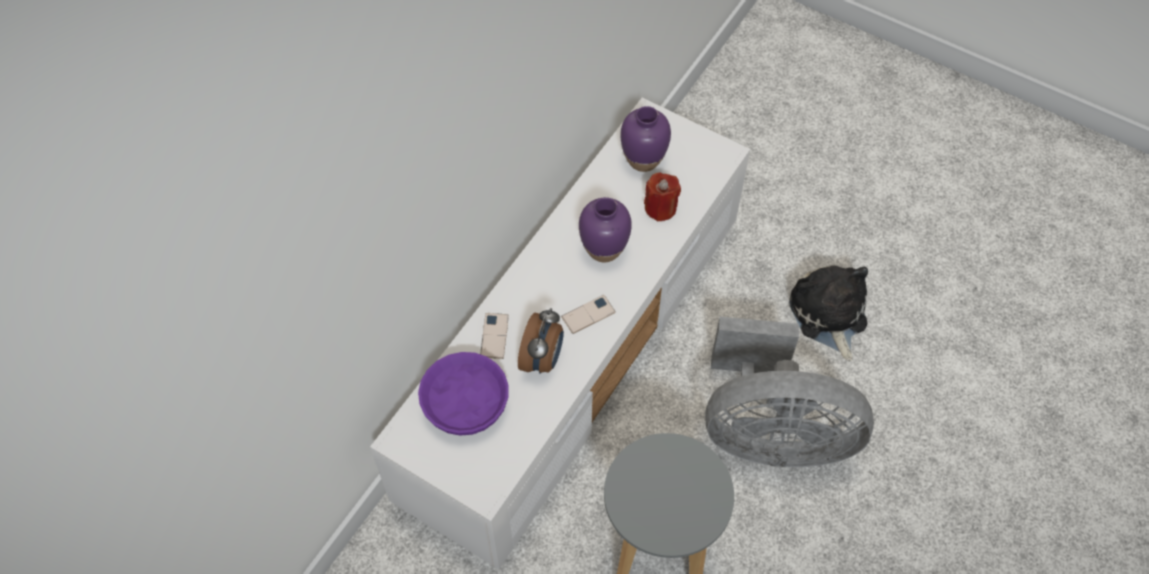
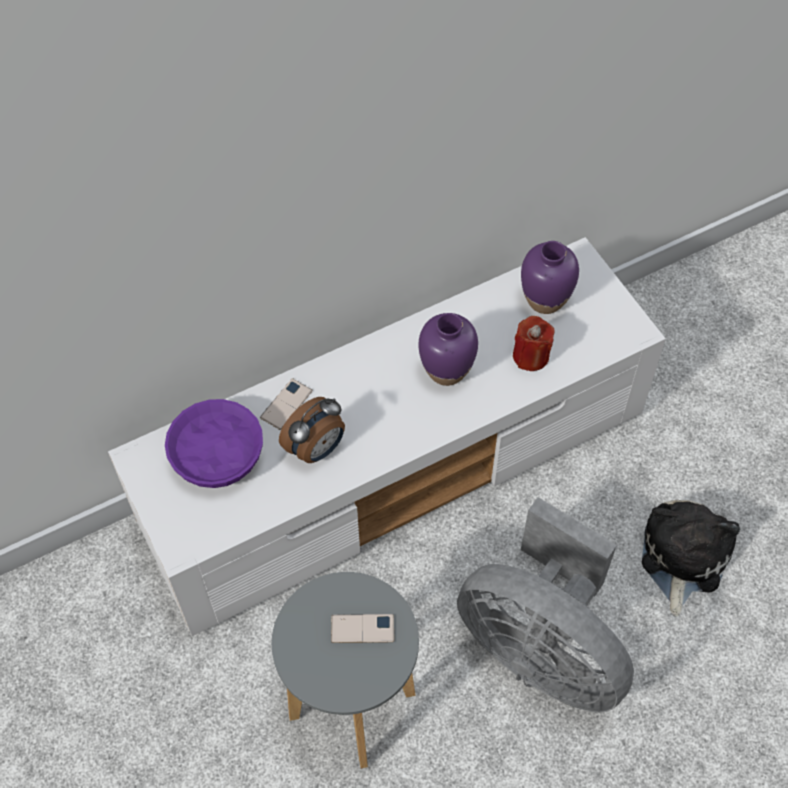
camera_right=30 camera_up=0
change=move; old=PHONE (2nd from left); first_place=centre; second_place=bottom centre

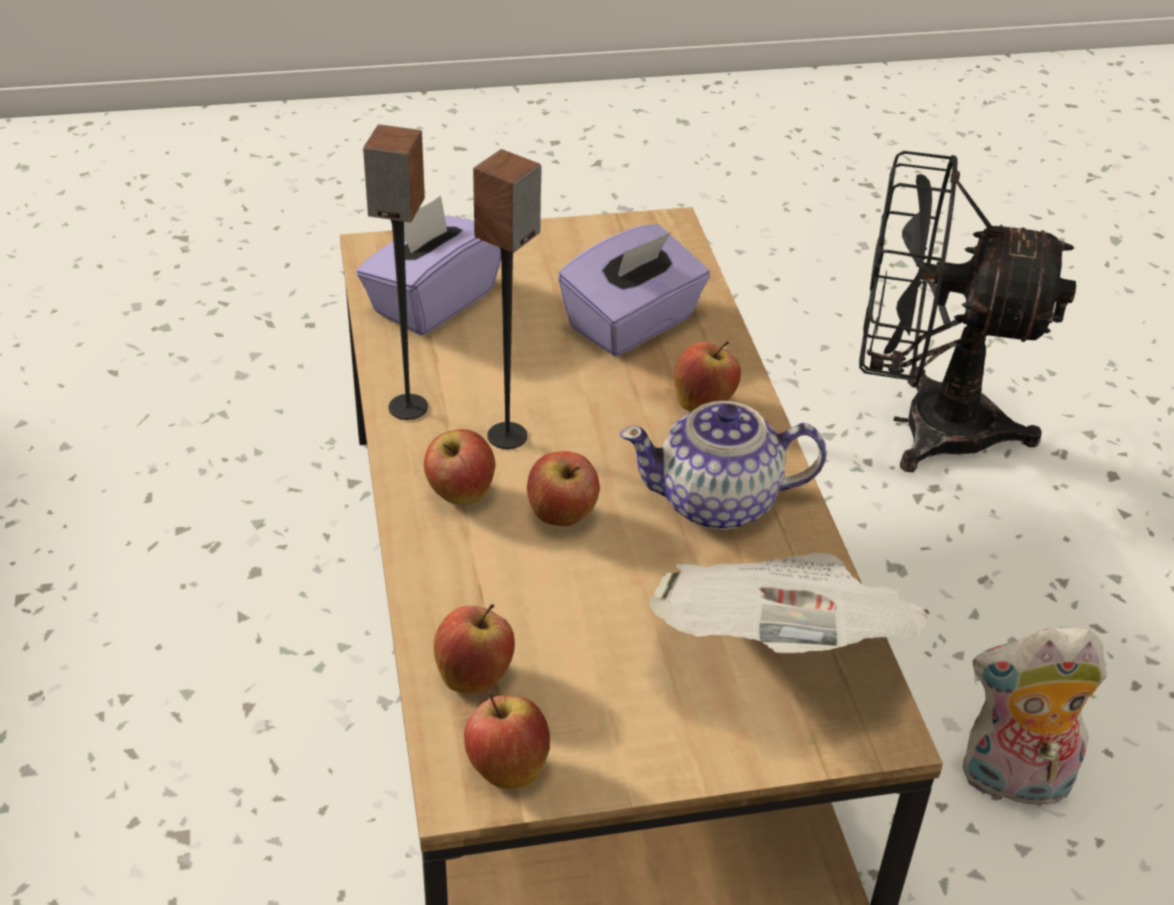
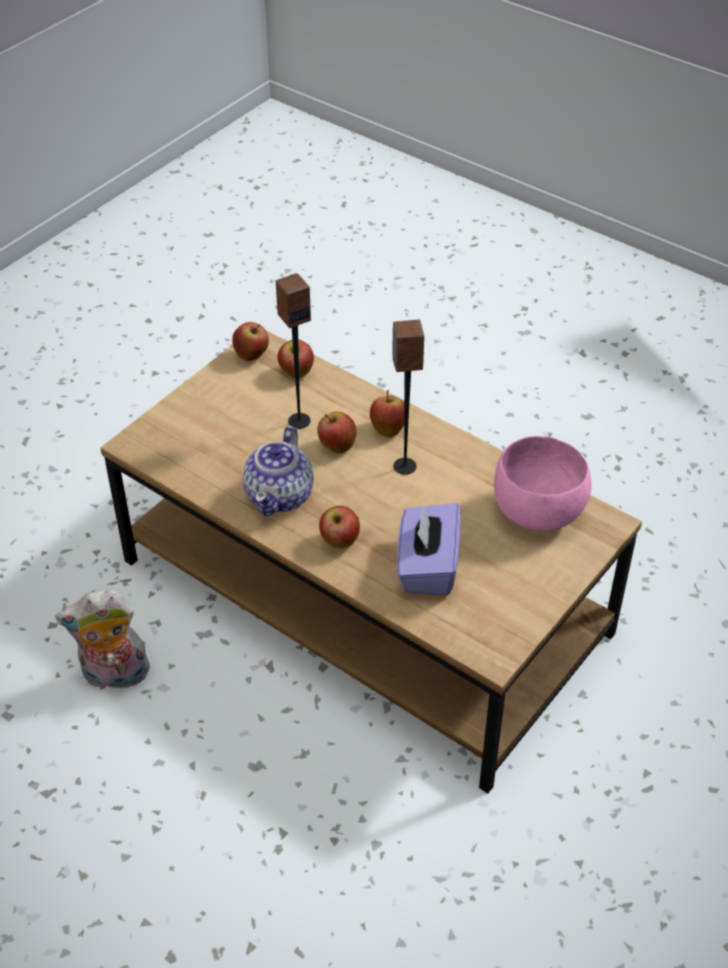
camera_right=140 camera_up=5
change=rotate; old=PLUSH TOY; first_place=bottom right; second_place=middle left; degrees=-150
change=rotate; old=TEAPOT; first_place=centre; second_place=centre; degrees=150
change=move; old=SPEAKER (1st from left); first_place=top centre; second_place=centre
change=replace; old=PURPLE TISSUE BOX (1st from left); new=PINK BOWL; first_place=top centre; second_place=middle right
change=delete; old=NEWSPAPER; first_place=middle right
change=delete; old=BLACK FAN; first_place=middle right

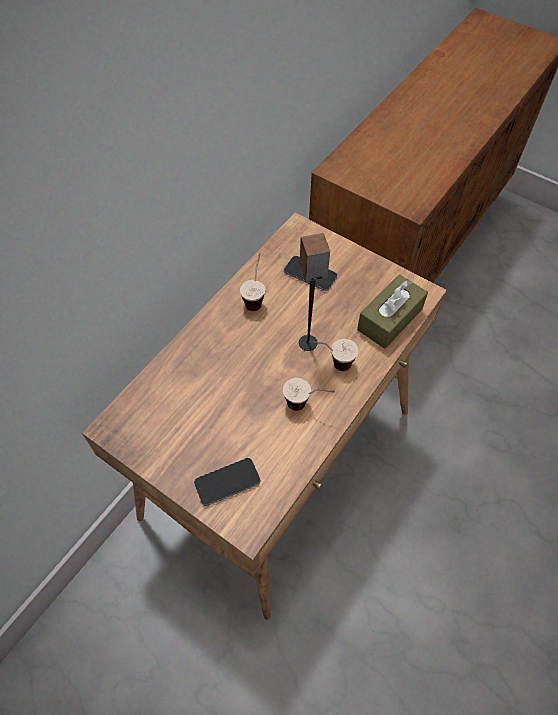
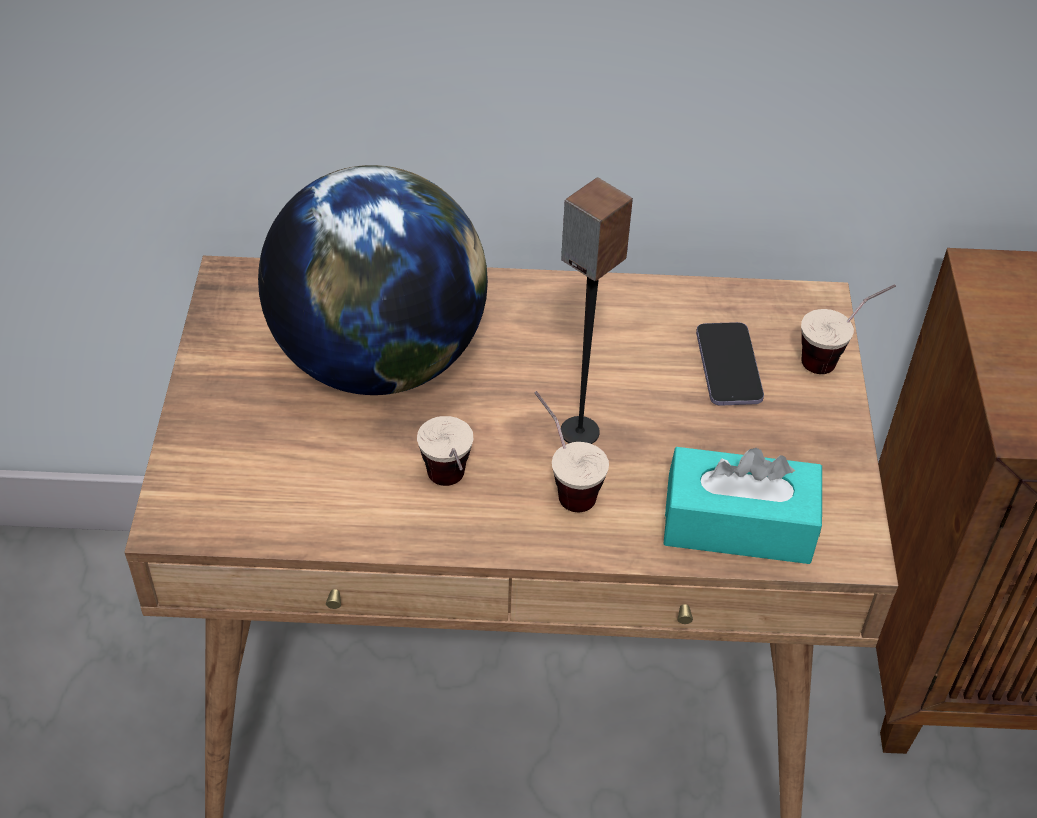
camera_right=55 camera_up=-10
change=insert; new=GLOBE; second_place=centre
change=recolor; old=BROWN TISSUE BOX; new=TURQUOISE TISSUE BOX; first_place=middle right; second_place=middle right
change=move; old=CUP (1st from left in the first image); new=CUP (3rd from left); first_place=centre; second_place=middle right
change=delete; old=PHONE (1st from left); first_place=bottom centre

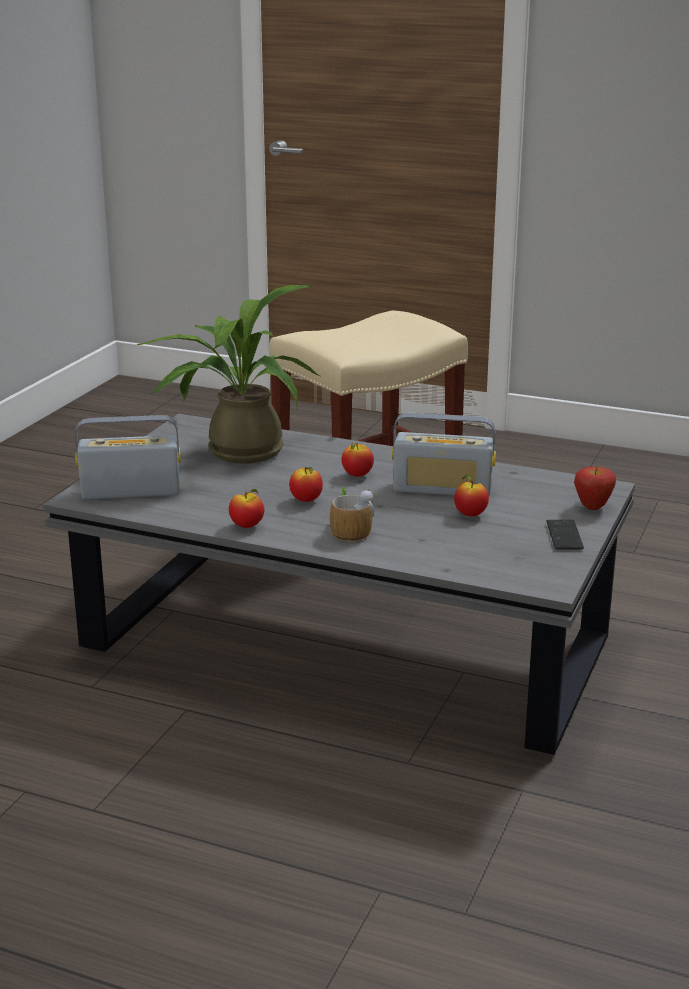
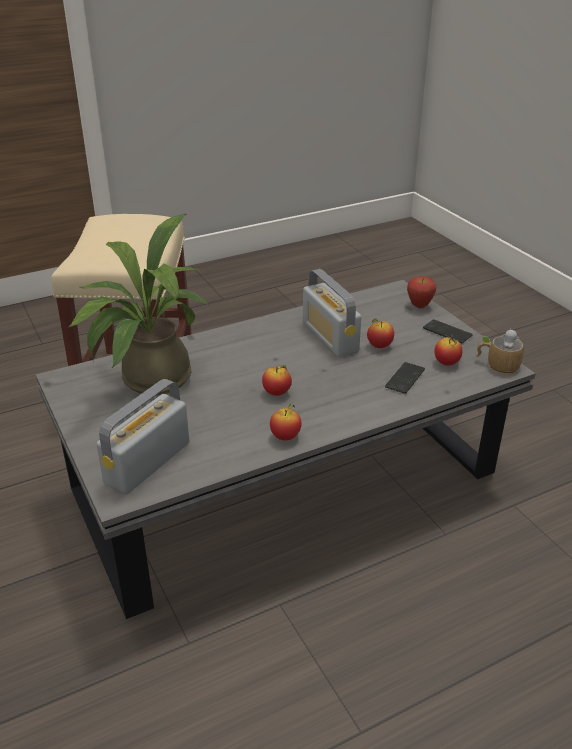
camera_right=-50 camera_up=10
change=rotate; old=RADIO (2nd from left); first_place=centre; second_place=centre; degrees=105
change=insert; new=PHONE (1st from left); second_place=middle right
change=move; old=APPLE (3rd from left in the first image); new=APPLE (5th from left); first_place=centre; second_place=middle right
change=move; old=MUG; first_place=centre; second_place=middle right

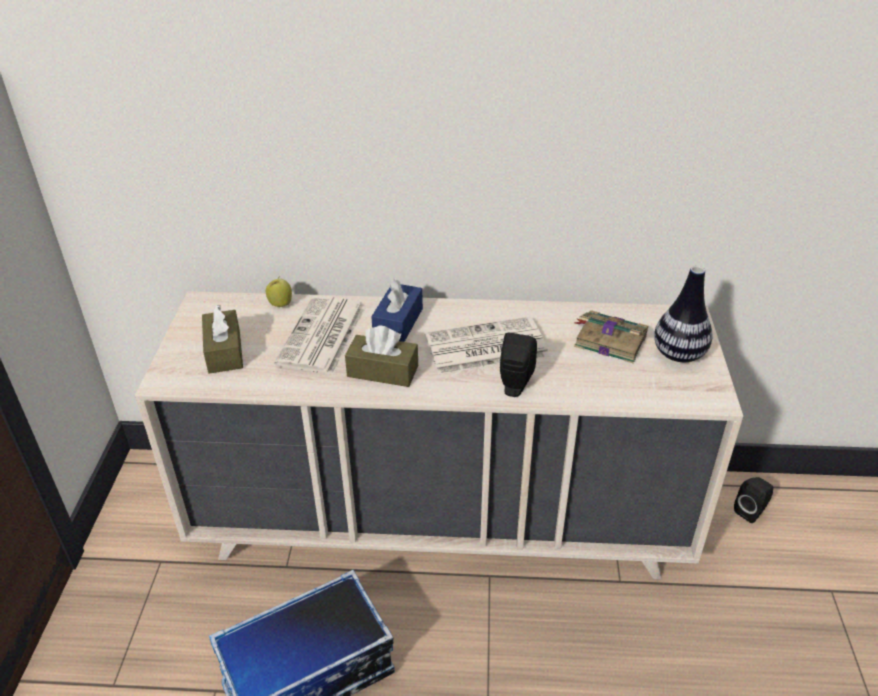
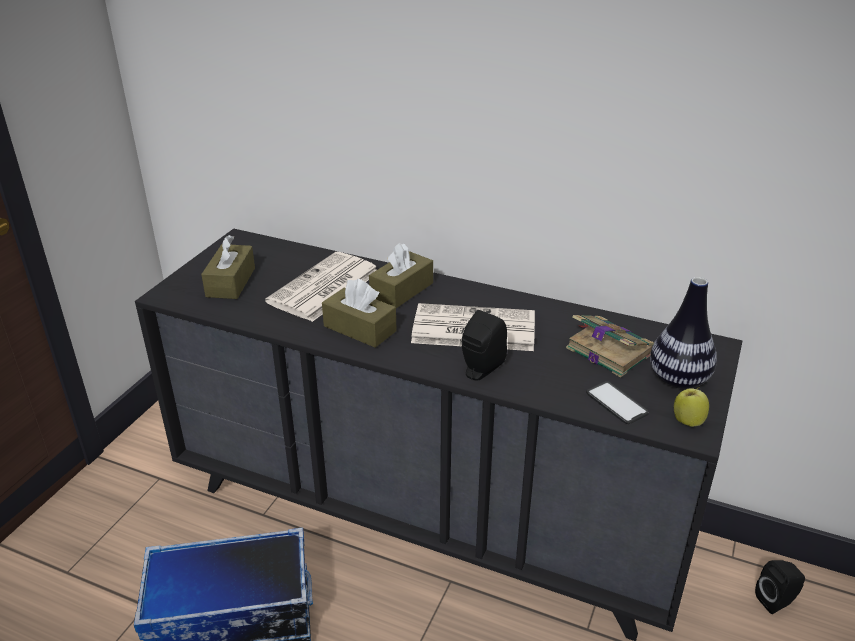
camera_right=20 camera_up=-5
change=recolor; old=BEIGE DRESSER; new=BLACK DRESSER; first_place=centre; second_place=bottom centre
change=recolor; old=BLUE TISSUE BOX; new=BROWN TISSUE BOX (3rd from left); first_place=centre; second_place=centre
change=insert; new=PHONE; second_place=middle right
change=move; old=APPLE; first_place=middle left; second_place=middle right

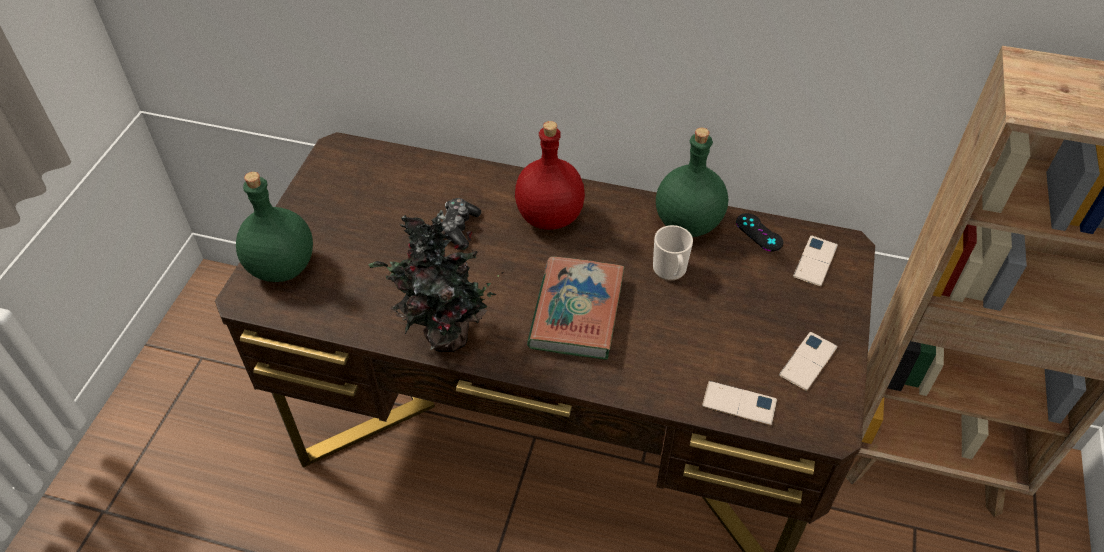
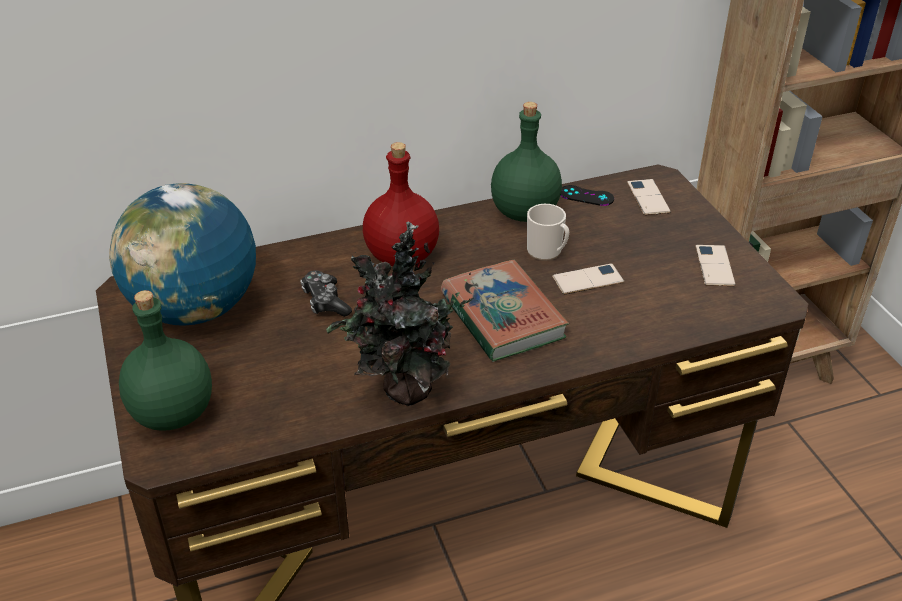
camera_right=-35 camera_up=-10
change=insert; new=GLOBE; second_place=middle left
change=move; old=PHONE (1st from left); first_place=bottom right; second_place=centre

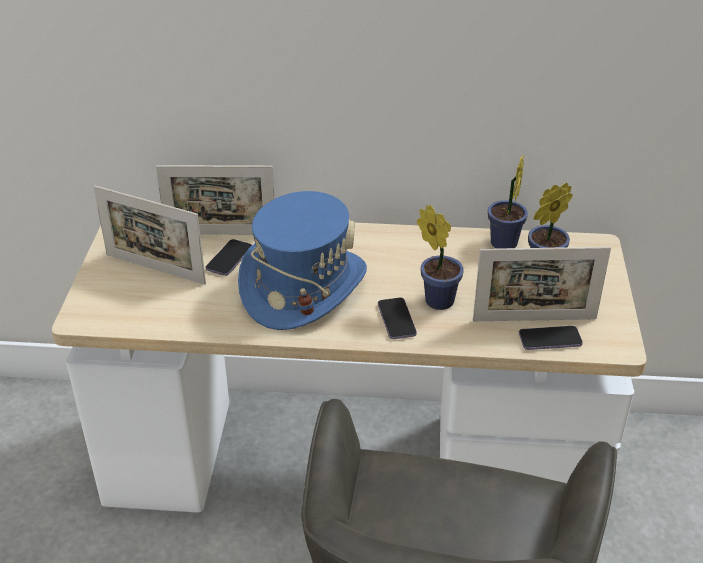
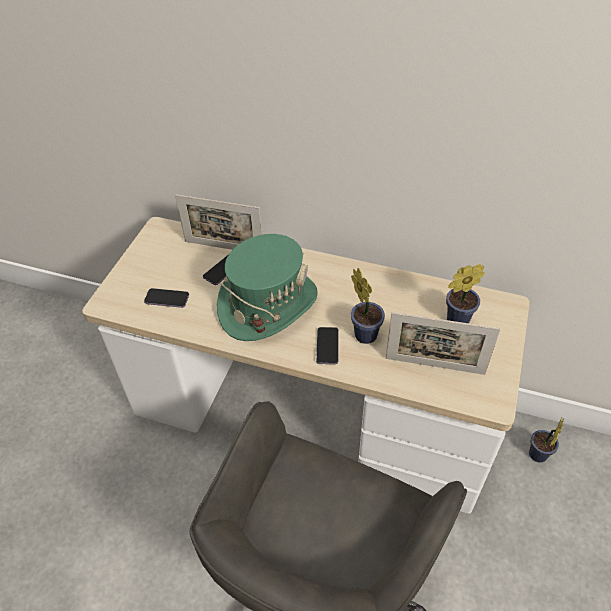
camera_right=15 camera_up=10
change=move; old=PHONE (3rd from left in the first image); new=PHONE (1st from left); first_place=middle right; second_place=middle left
change=recolor; old=BLUE HAT; new=GREEN HAT; first_place=centre; second_place=centre
change=move; old=POTTED PLANT (2nd from left in the first image); new=POTTED PLANT (3rd from left); first_place=middle right; second_place=bottom right
change=delete; old=PICTURE FRAME (1st from left); first_place=middle left

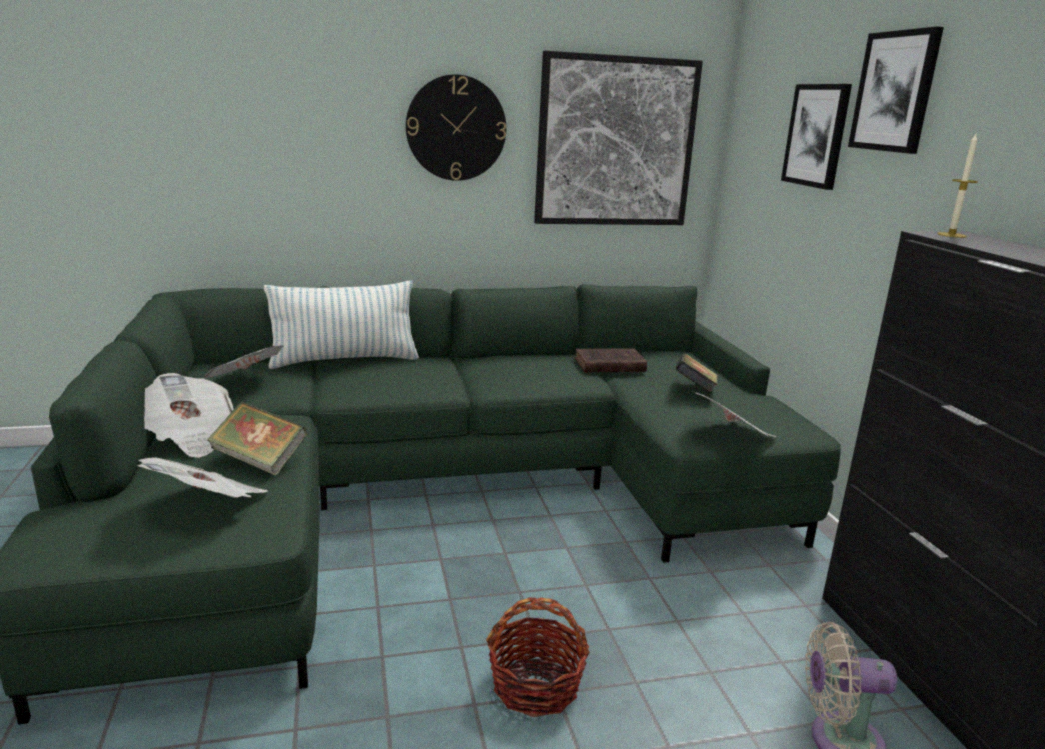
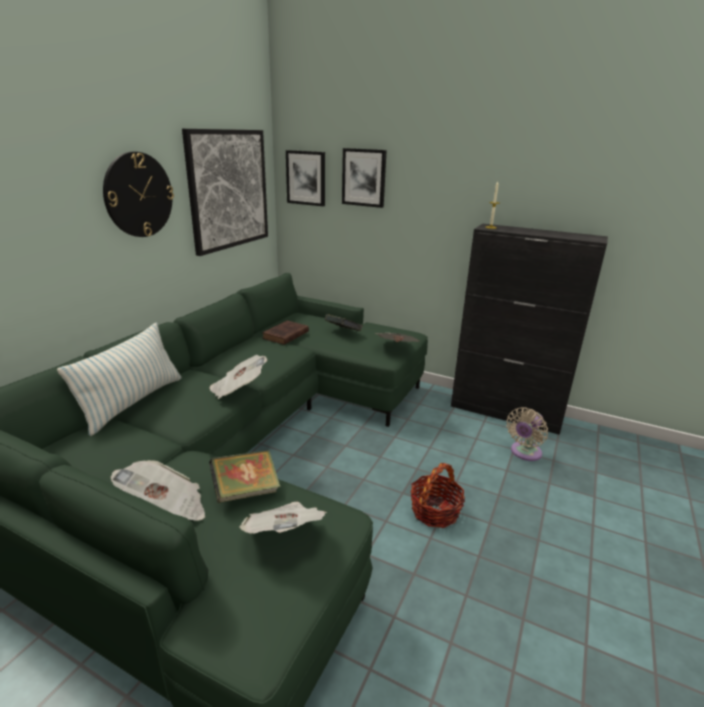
camera_right=-50 camera_up=5
change=move; old=NEWSPAPER (3rd from left in the first image); new=NEWSPAPER (2nd from left); first_place=middle left; second_place=centre
change=move; old=PICTURE (3rd from left in the first image); new=PICTURE (2nd from left); first_place=top right; second_place=top centre

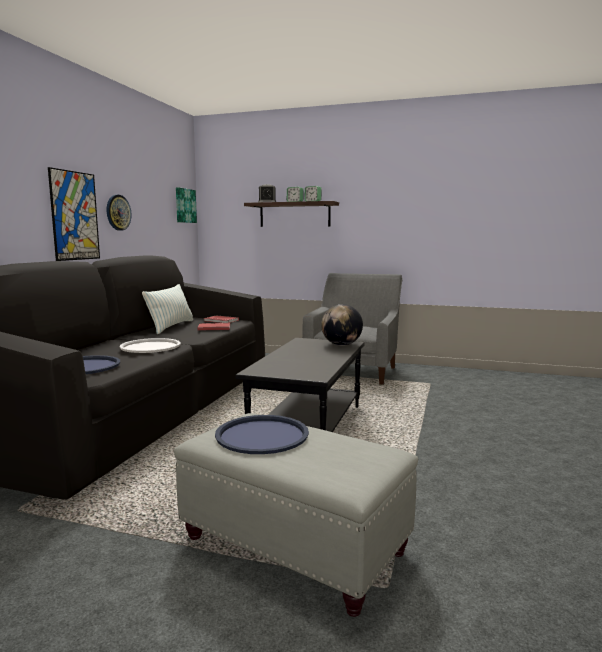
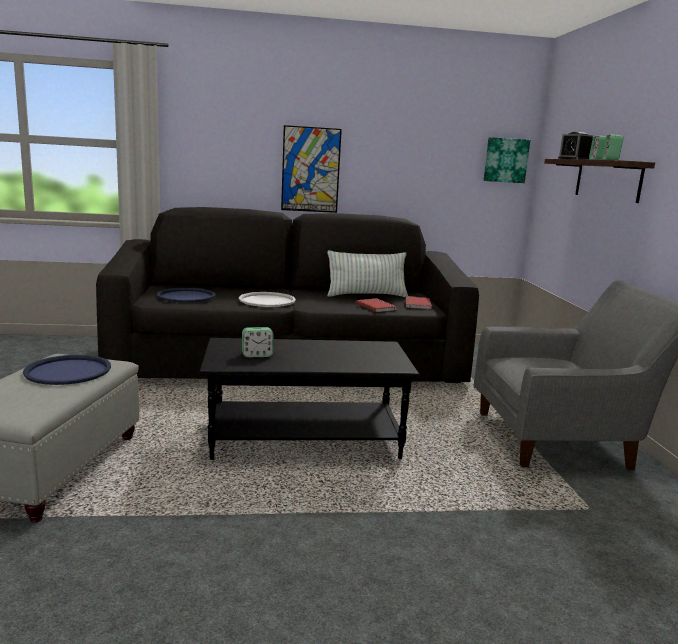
camera_right=65 camera_up=5
change=insert; new=ALARM CLOCK (1st from left); second_place=centre
change=delete; old=WALL CLOCK; first_place=top left
change=delete; old=GLOBE; first_place=centre

